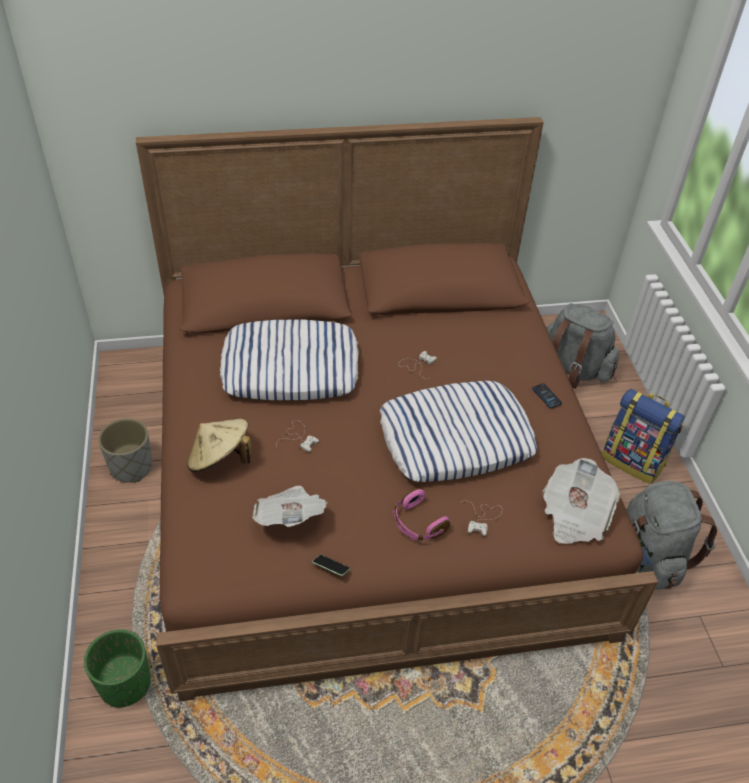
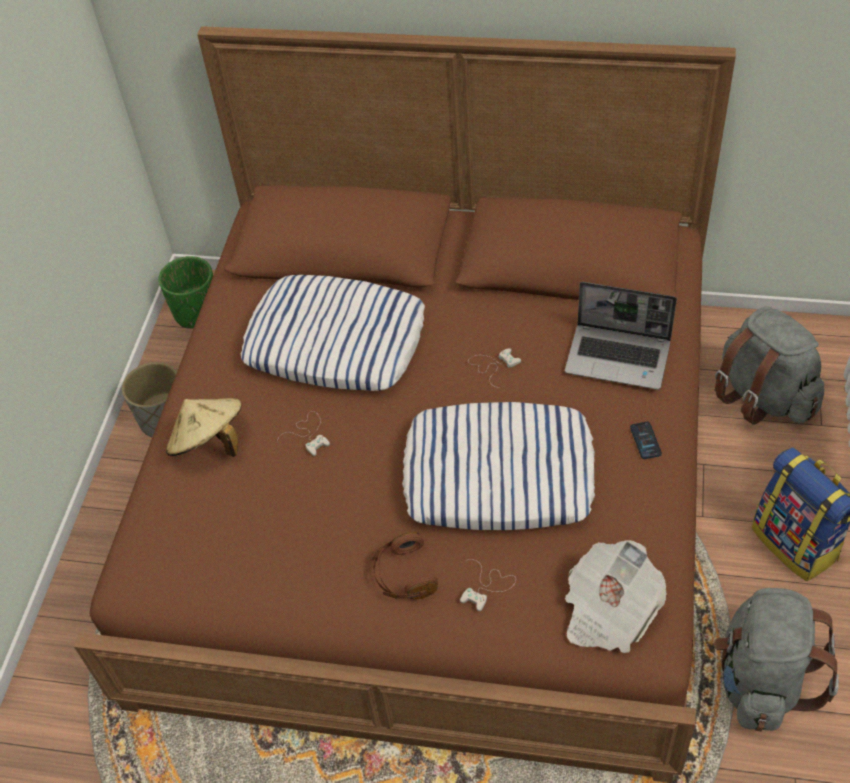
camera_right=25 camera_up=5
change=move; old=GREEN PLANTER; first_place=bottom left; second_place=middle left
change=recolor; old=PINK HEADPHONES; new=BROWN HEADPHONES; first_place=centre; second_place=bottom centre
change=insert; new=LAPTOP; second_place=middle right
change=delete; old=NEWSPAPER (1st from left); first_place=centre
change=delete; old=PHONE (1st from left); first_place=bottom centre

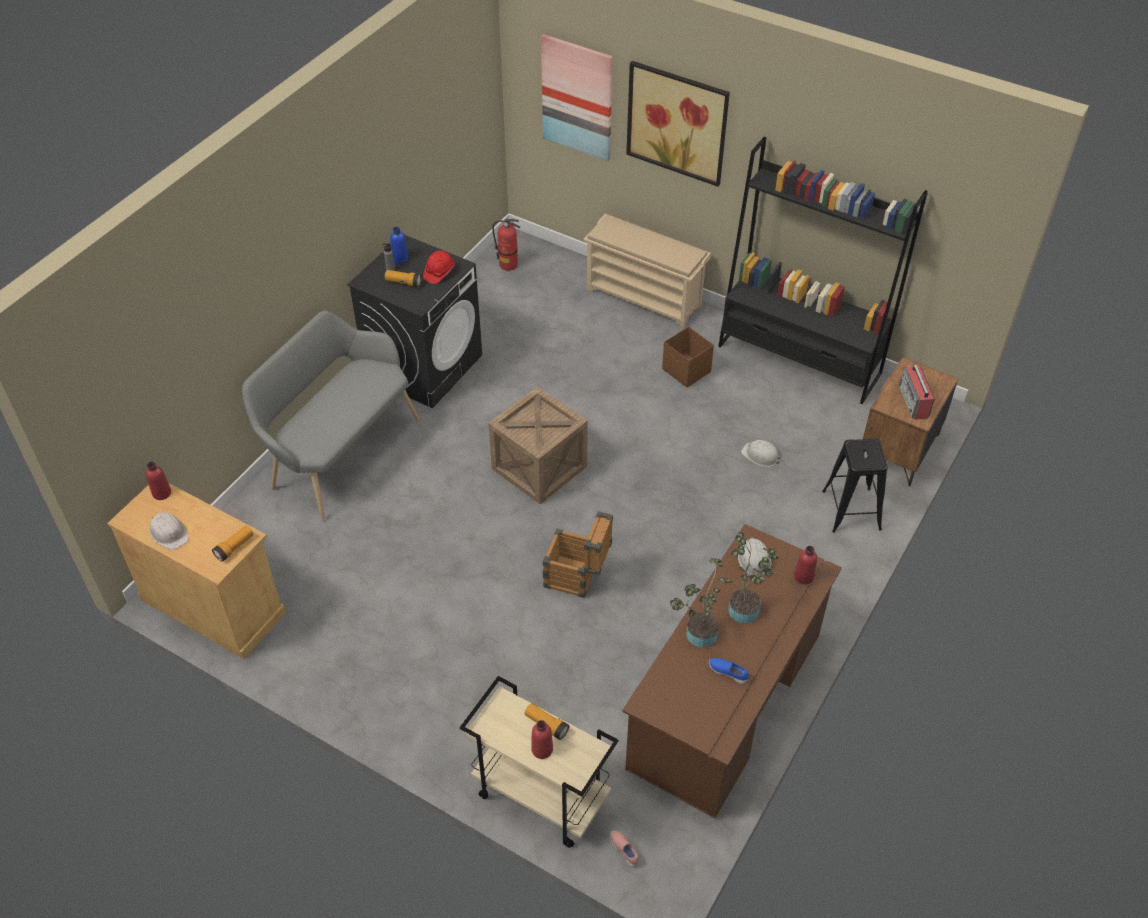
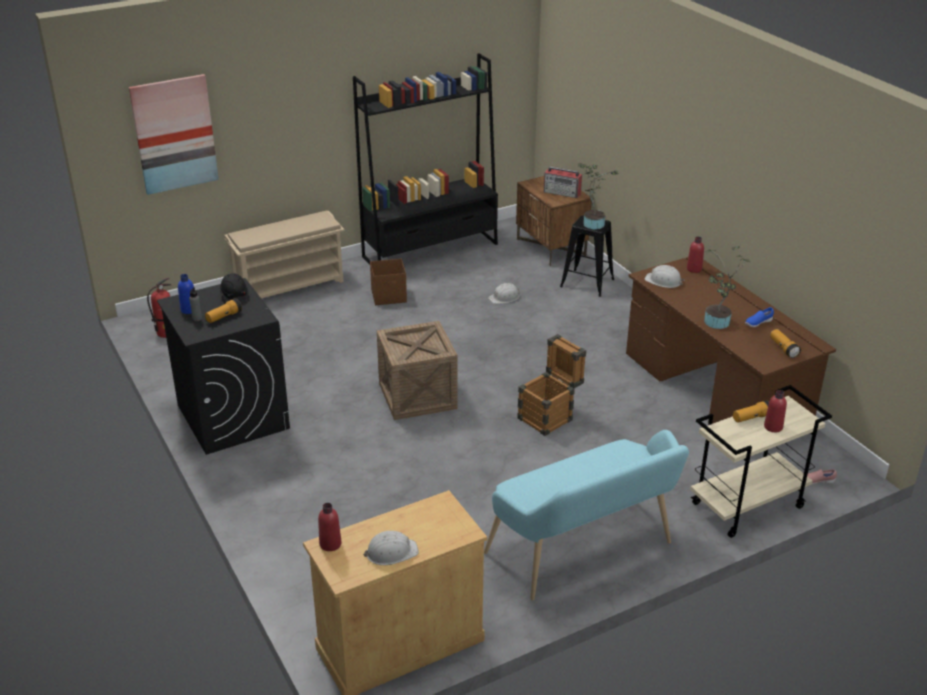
camera_right=-60 camera_up=-15
change=recolor; old=RED HARD HAT; new=BLACK HARD HAT; first_place=top centre; second_place=middle left
change=insert; new=TURQUOISE BENCH; second_place=bottom centre
change=move; old=POTTED PLANT (2nd from left in the first image); new=POTTED PLANT (1st from left); first_place=centre; second_place=top centre
change=move; old=FLASHLIGHT (1st from left in the first image); new=FLASHLIGHT (3rd from left); first_place=middle left; second_place=middle right
change=delete; old=GREY BENCH; first_place=middle left
change=delete; old=PICTURE (2nd from left); first_place=top centre

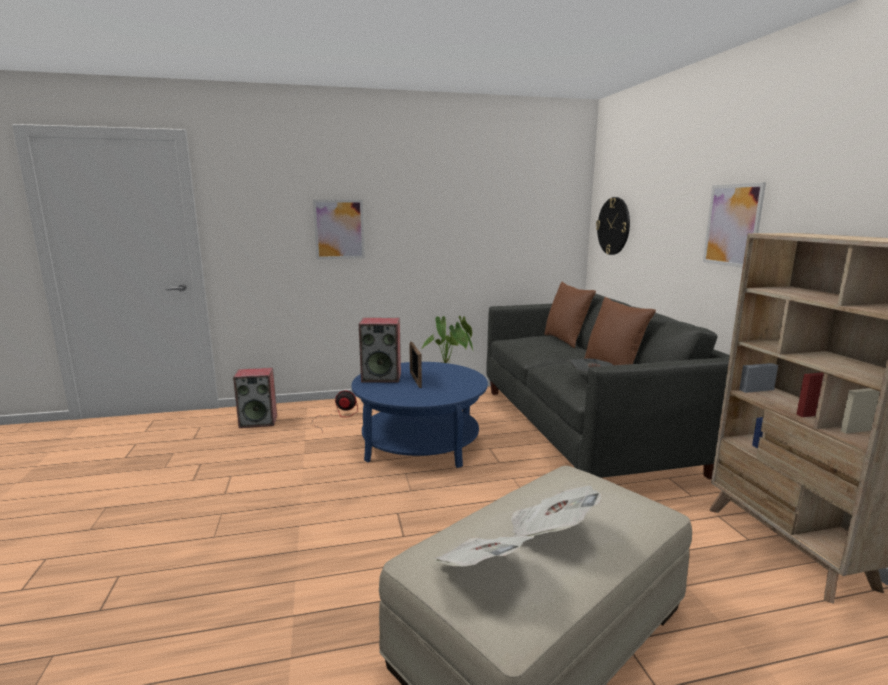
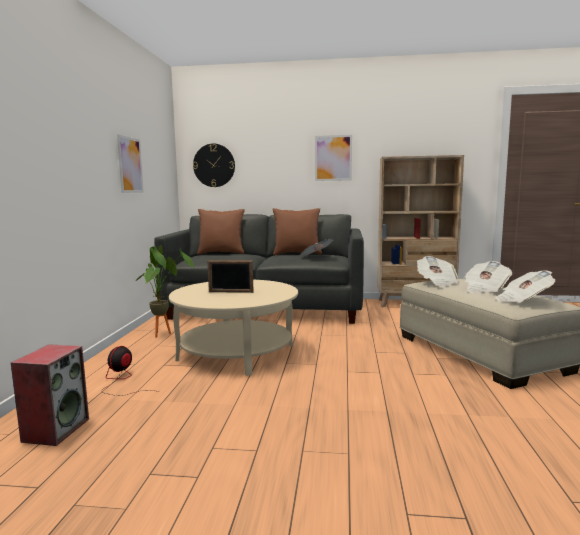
camera_right=-70 camera_up=-5
change=move; old=PICTURE (1st from left); first_place=centre; second_place=top left
change=recolor; old=BLUE COFFEE TABLE; new=BEIGE COFFEE TABLE; first_place=centre; second_place=centre
change=insert; new=NEWSPAPER (2nd from left); second_place=middle right
change=delete; old=SPEAKER (2nd from left); first_place=centre

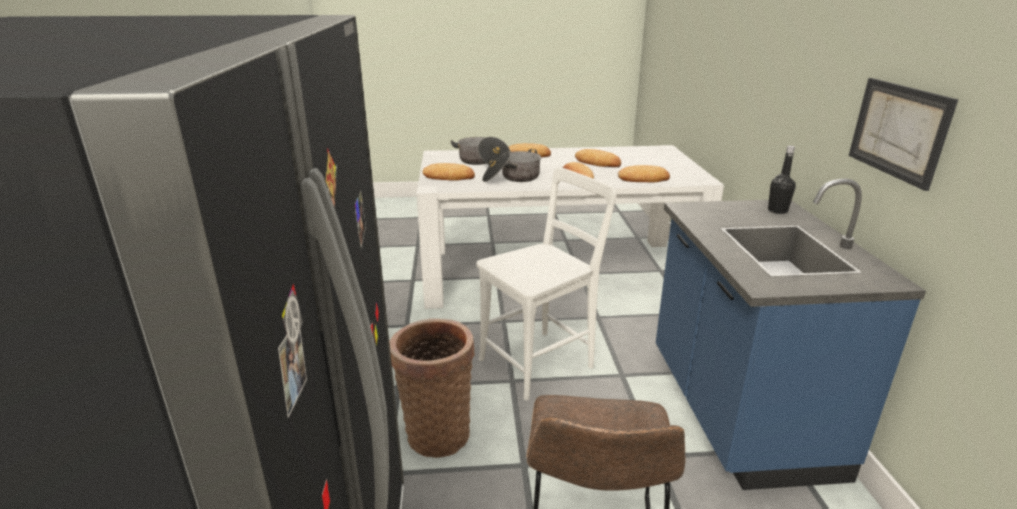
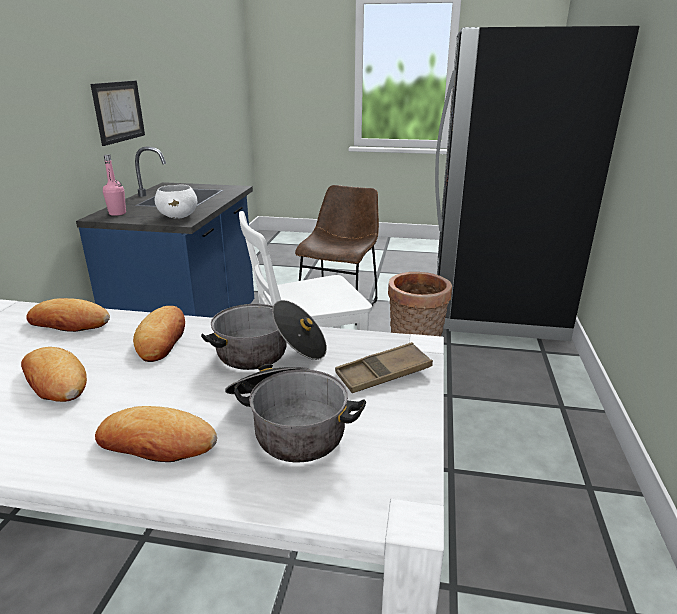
camera_right=-165 camera_up=0
change=recolor; old=BLACK BOTTLE; new=PINK BOTTLE; first_place=middle right; second_place=top left
change=insert; new=WHITE BOWL; second_place=top left
change=replace; old=BREAD (1st from left); new=BROWN TRAY; first_place=centre; second_place=centre

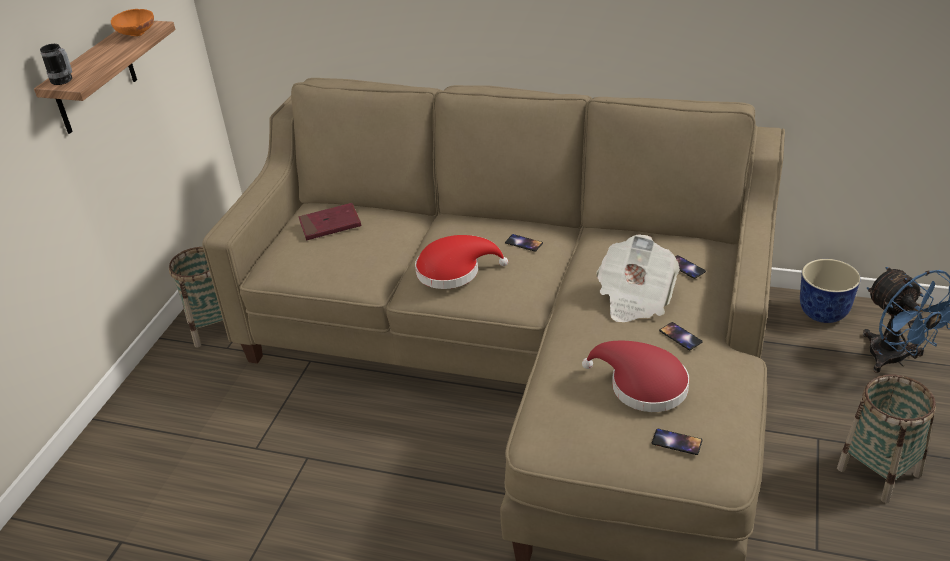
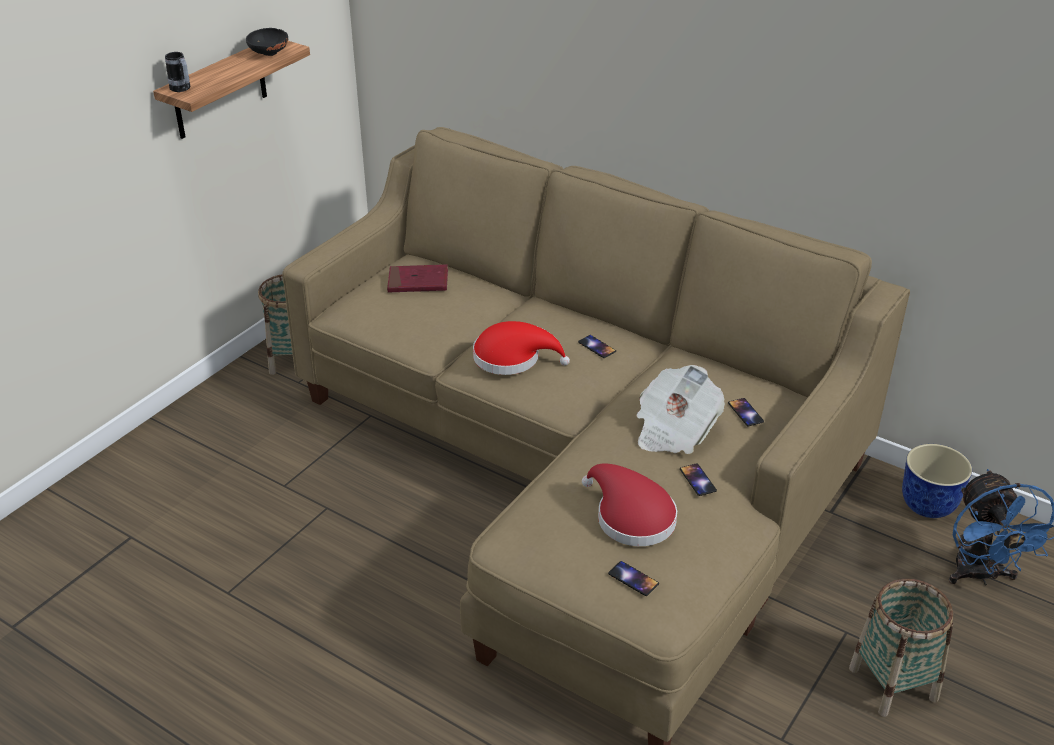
camera_right=15 camera_up=0
change=recolor; old=ORANGE BOWL; new=BLACK BOWL; first_place=top left; second_place=top left

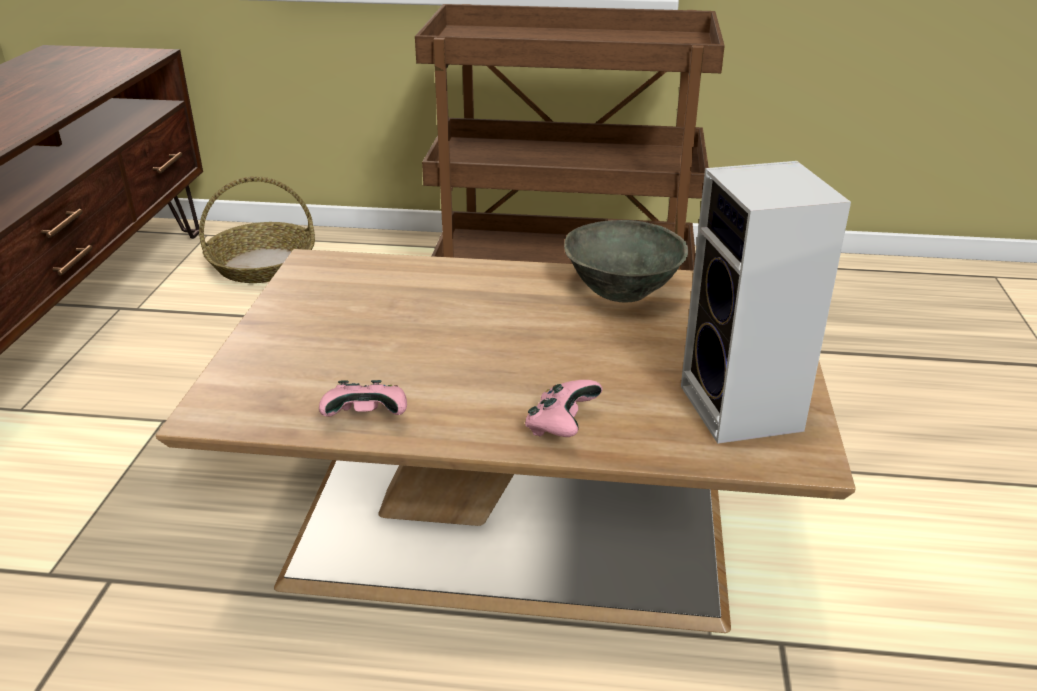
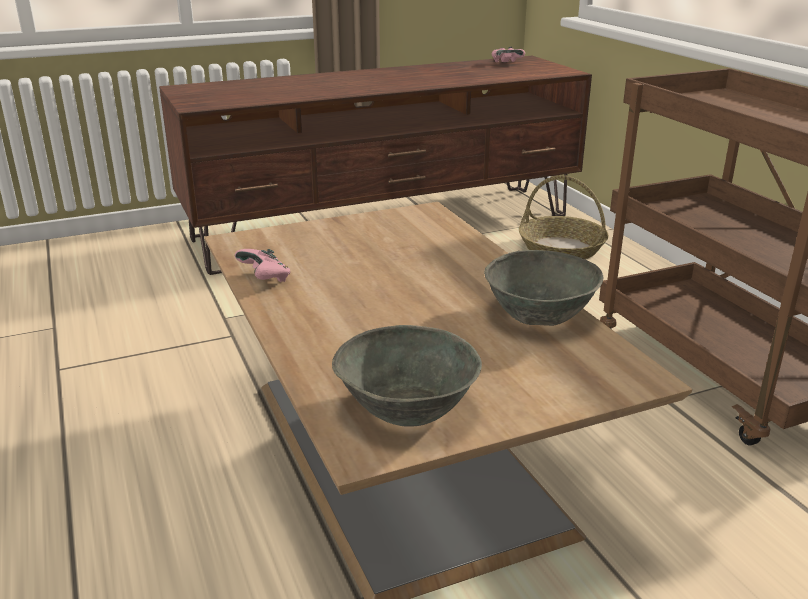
camera_right=60 camera_up=-5
change=replace; old=SPEAKER; new=GREY BOWL (1st from left); first_place=middle right; second_place=centre
change=move; old=PINK GAME CONTROLLER (2nd from left); first_place=centre; second_place=top centre

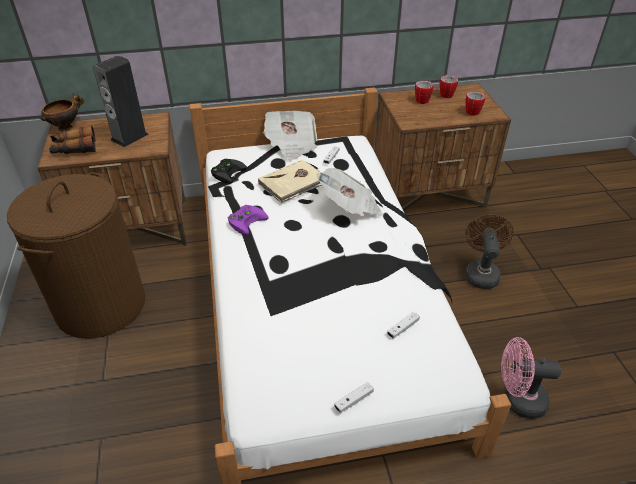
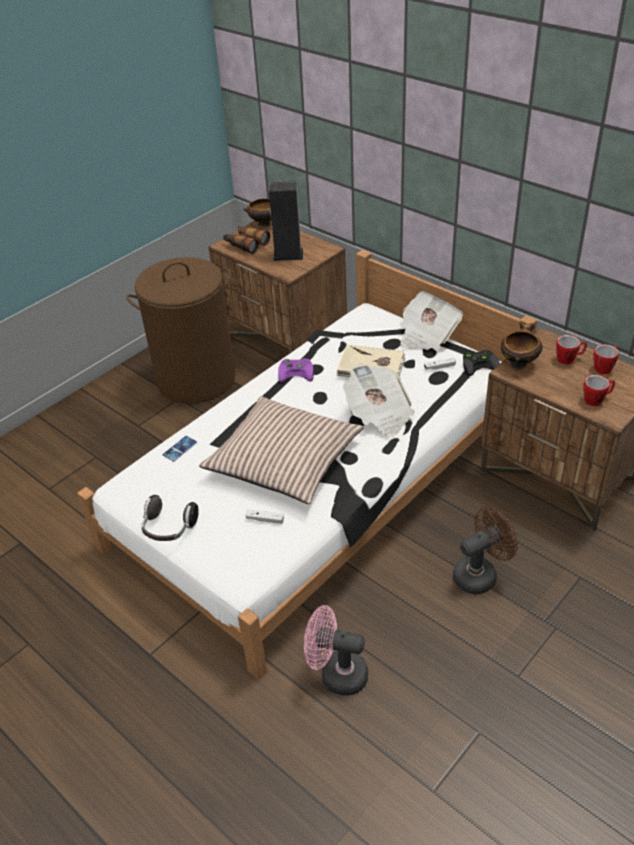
camera_right=55 camera_up=0
change=replace; old=WHITE GAME CONTROLLER (2nd from left); new=HEADPHONES; first_place=bottom centre; second_place=middle left
change=insert; new=PHONE; second_place=middle left
change=insert; new=PILLOW; second_place=centre
change=rotate; old=PINK FAN; first_place=bottom right; second_place=bottom centre; degrees=-45
change=move; old=BLACK GAME CONTROLLER; first_place=centre; second_place=middle right
change=insert; new=BOWL (2nd from left); second_place=middle right

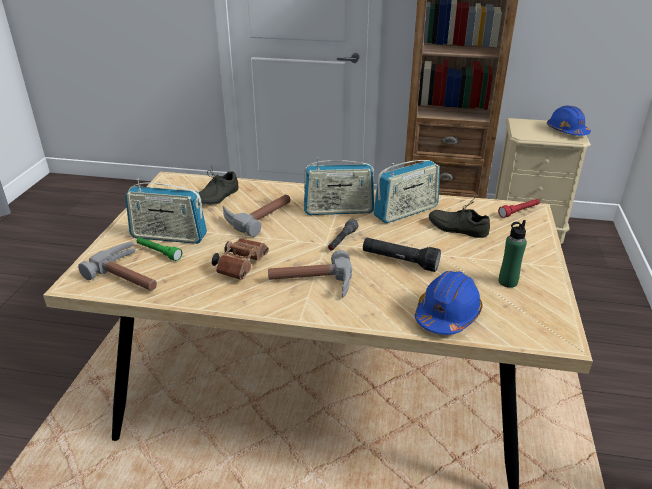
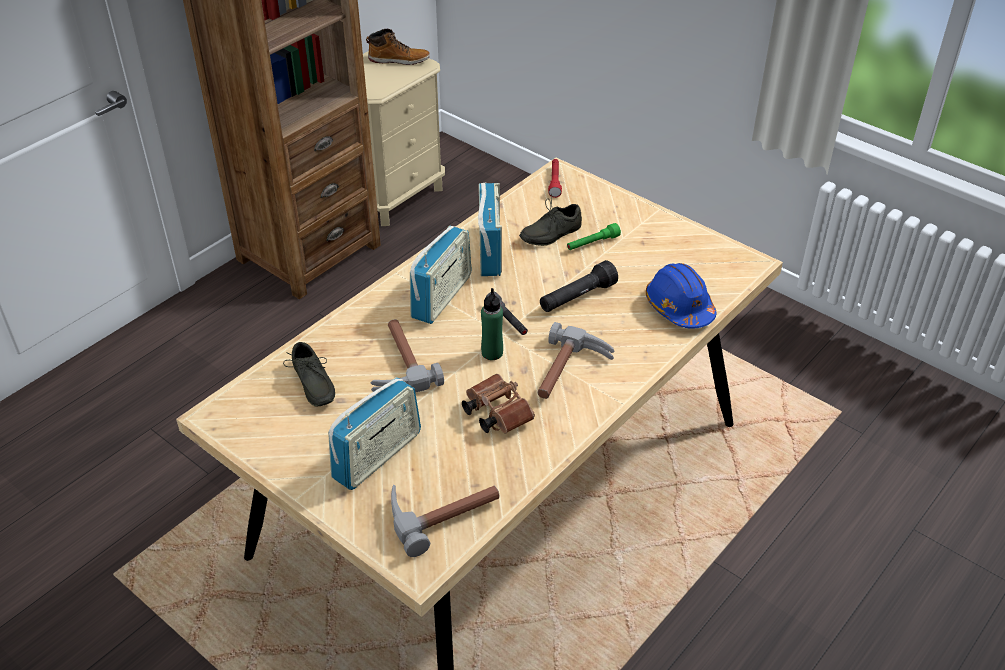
camera_right=-60 camera_up=10
change=replace; old=BLUE HARD HAT (2nd from left); new=BOOT; first_place=top right; second_place=top centre
change=move; old=GREEN BOTTLE; first_place=middle right; second_place=centre
change=move; old=GREEN FLASHLIGHT; first_place=middle left; second_place=centre

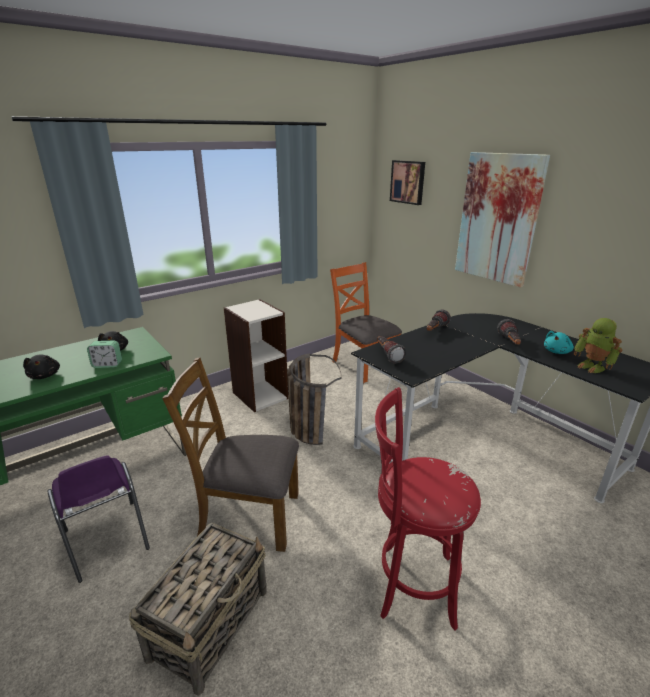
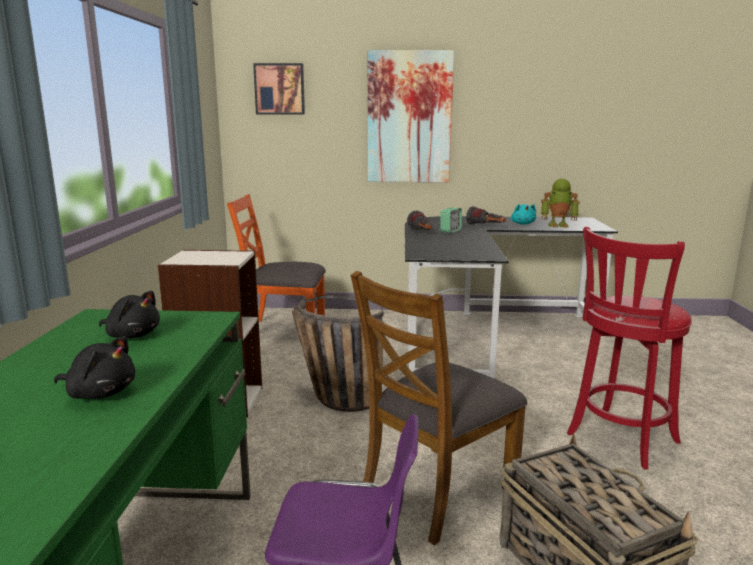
camera_right=-50 camera_up=-10
change=move; old=ALARM CLOCK; first_place=middle left; second_place=centre
change=delete; old=FLASHLIGHT (1st from left); first_place=centre

